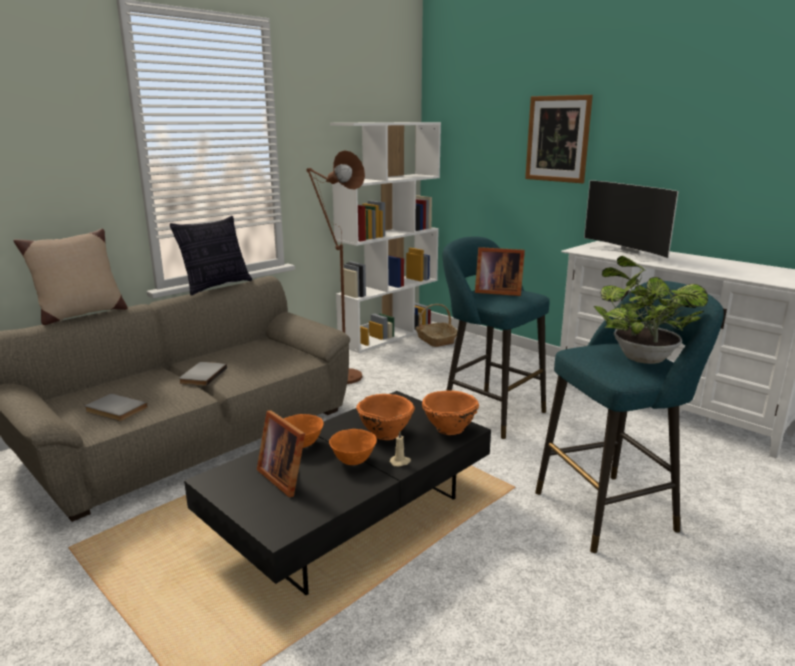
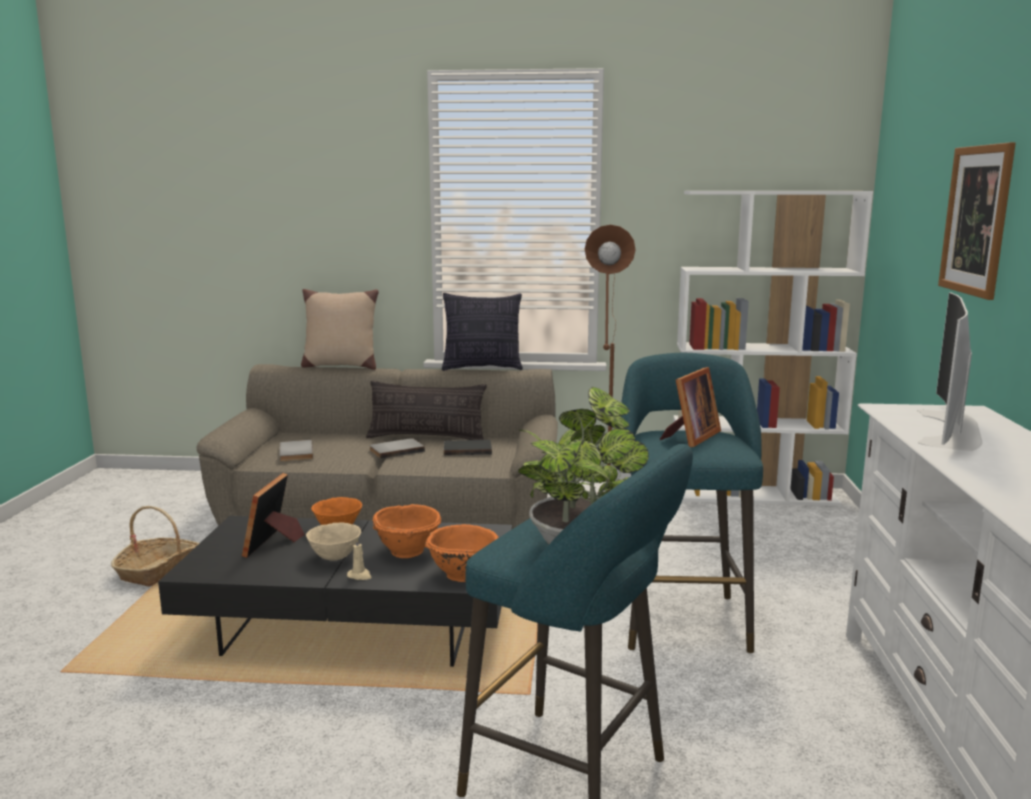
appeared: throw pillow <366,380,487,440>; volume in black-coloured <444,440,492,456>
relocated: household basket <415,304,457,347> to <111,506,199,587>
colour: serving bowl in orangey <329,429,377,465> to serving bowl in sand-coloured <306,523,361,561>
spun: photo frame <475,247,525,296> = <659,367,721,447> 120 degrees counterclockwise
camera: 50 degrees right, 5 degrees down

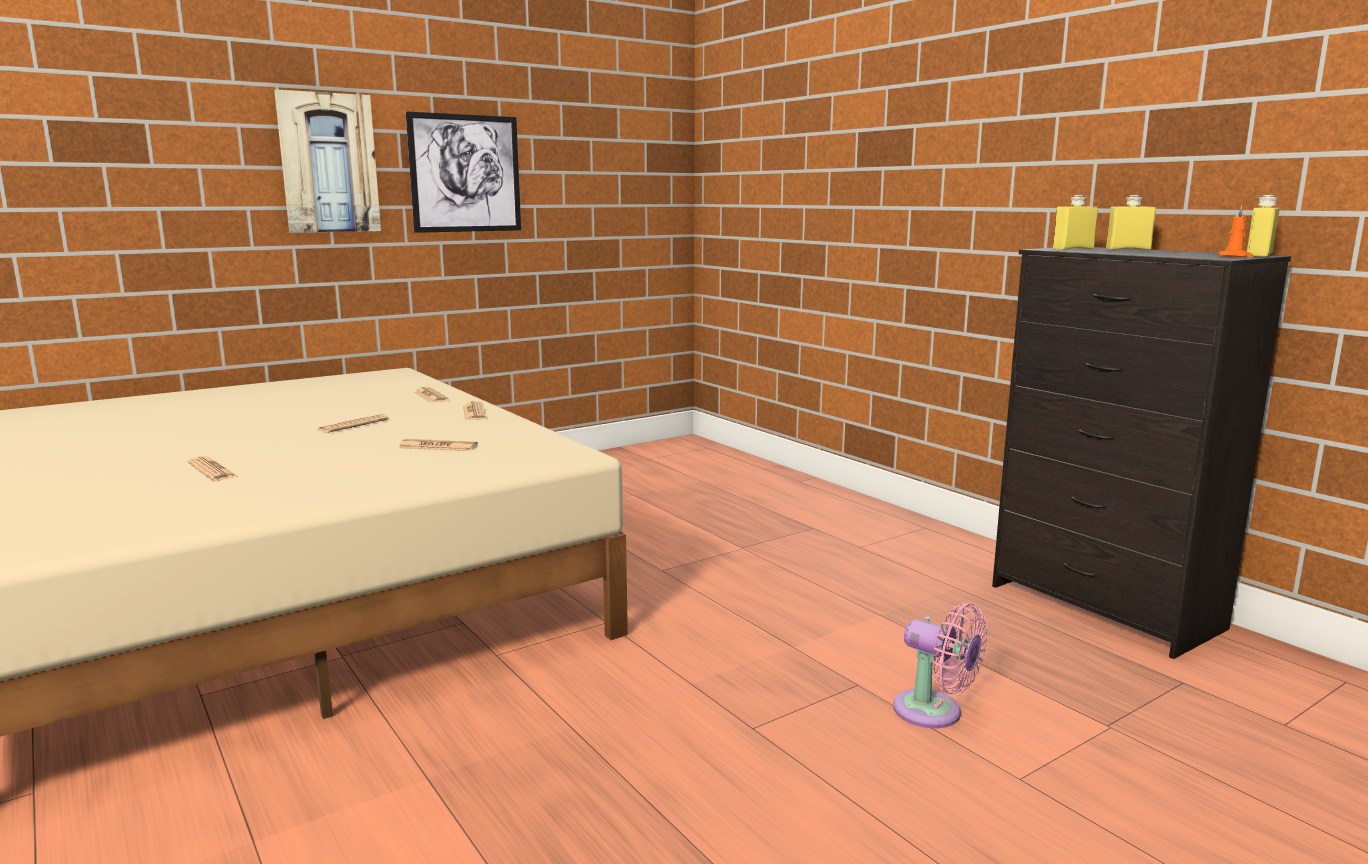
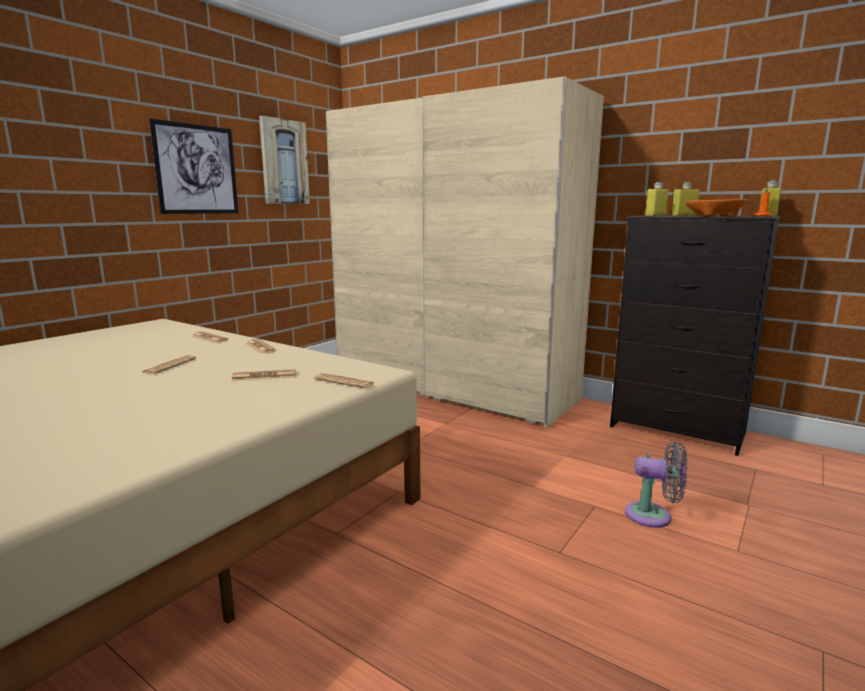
appeared: armoire in sand-coloured <326,76,604,428>; serving bowl in orangey <685,199,747,216>
relocated: daily paper <187,456,238,481> to <314,373,374,388>; picture <274,90,381,233> to <259,116,310,204>
colour: electric fan in pink <893,603,987,728> to electric fan in gray <625,442,687,528>
camera: 20 degrees left, 0 degrees up

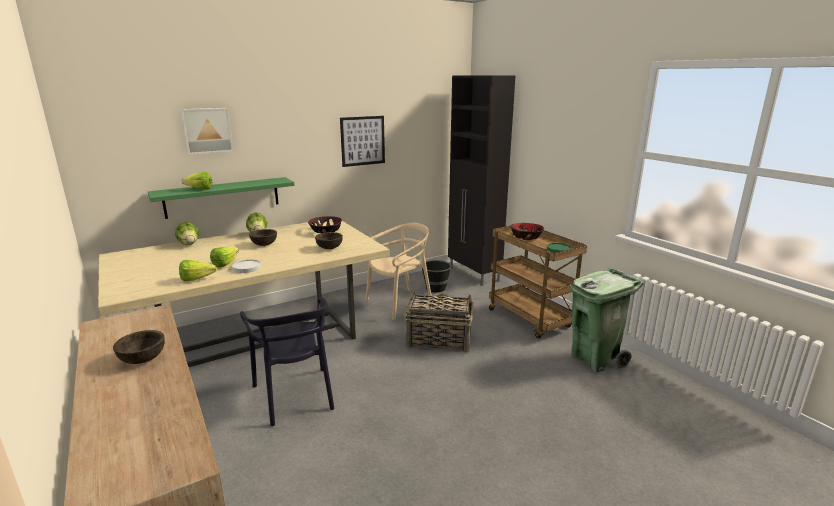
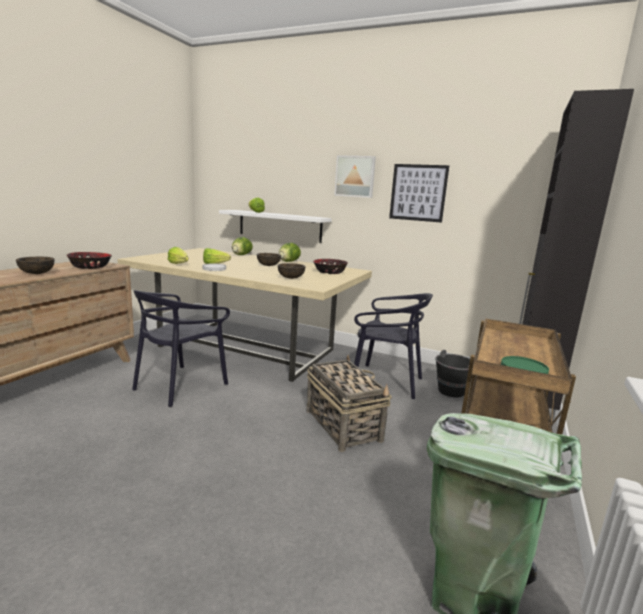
relocated: picture <180,108,233,155> to <334,155,376,198>; serving bowl <510,223,544,240> to <67,252,112,269>
colour: shelf in green-coloured <148,177,295,219> to shelf in white-coloured <219,210,332,243>; plain chair in sand-coloured <365,223,431,320> to plain chair in black-coloured <354,293,433,399>
camera: 55 degrees right, 5 degrees down

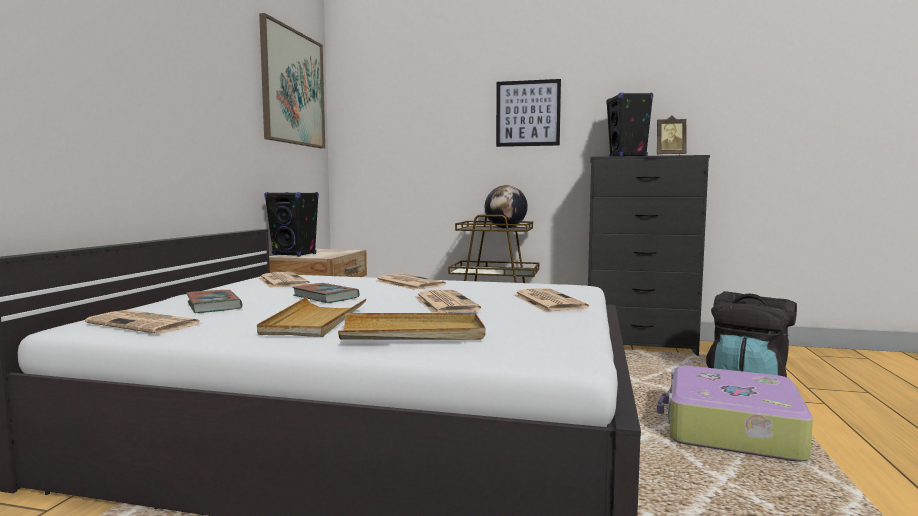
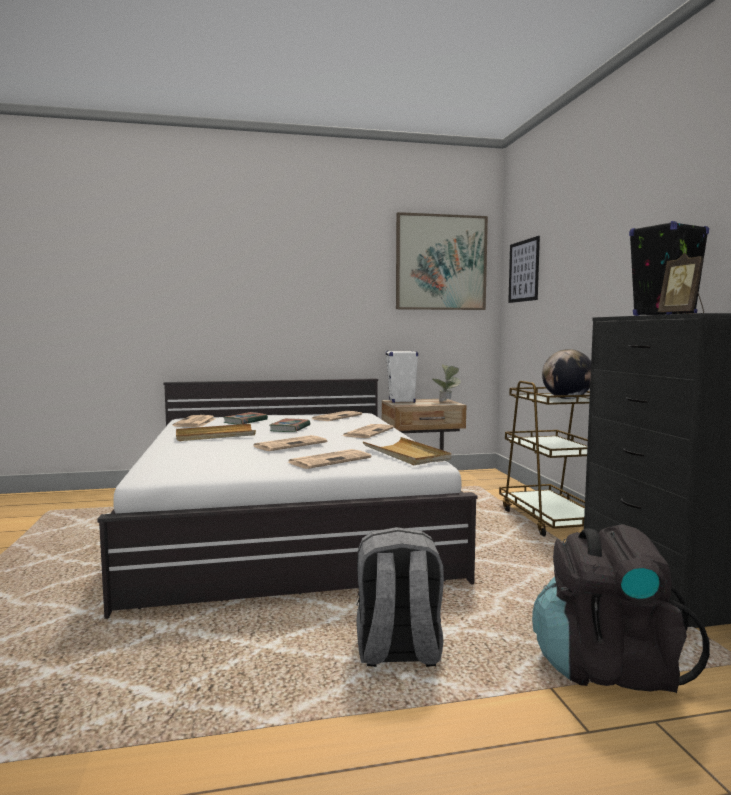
appeared: plant in a pot <432,364,461,402>
relocated: tray in sand-coloured <338,313,485,340> to <363,437,451,465>; picture <496,79,561,147> to <508,236,540,303>
exchanged: suitcase <657,366,813,462> to knapsack in gray <356,527,444,667>
colour: speaker in black-coloured <264,192,319,257> to speaker in white-coloured <386,351,418,403>
camera: 65 degrees right, 0 degrees up

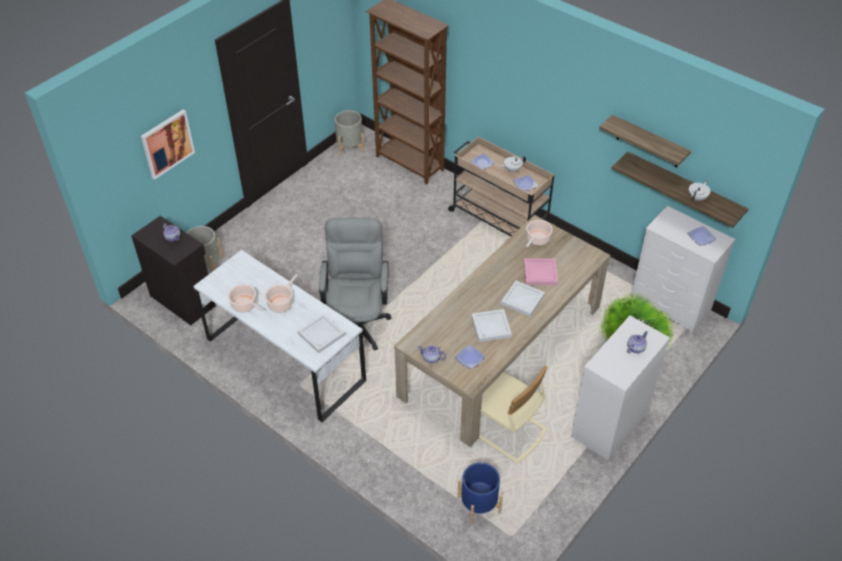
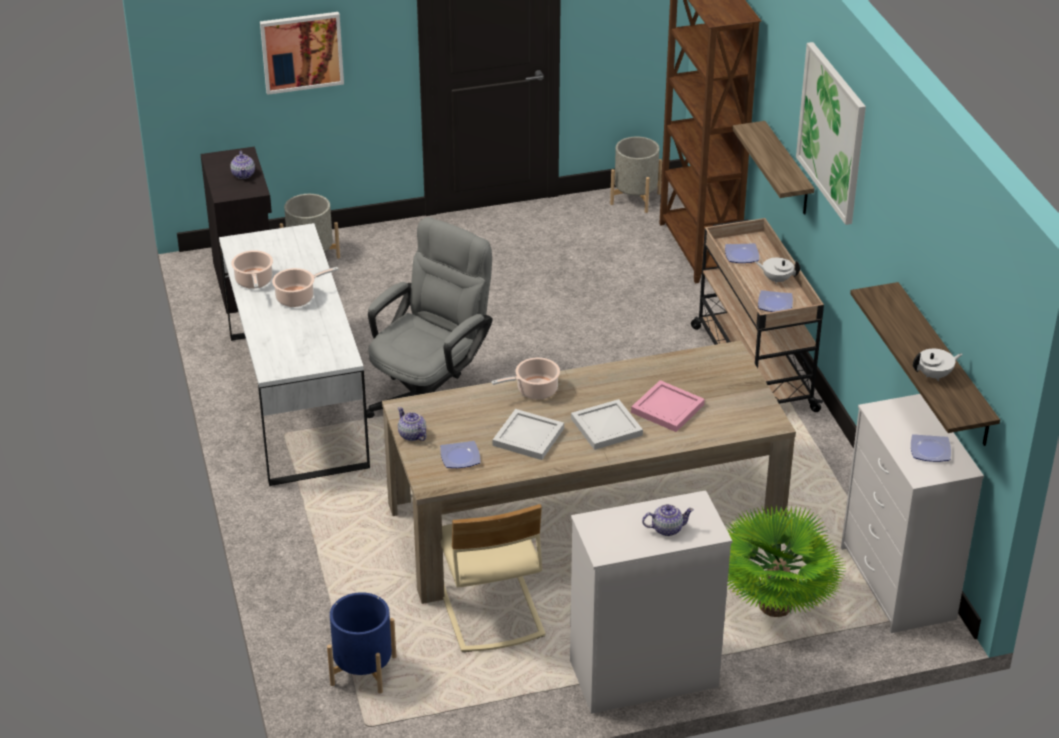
missing: tray in white-coloured <298,314,345,353>
appeared: picture <796,42,866,225>
relocated: cooking pot <526,220,553,247> to <491,357,560,400>; shelf <599,115,691,168> to <732,121,814,215>
camera: 35 degrees right, 10 degrees down

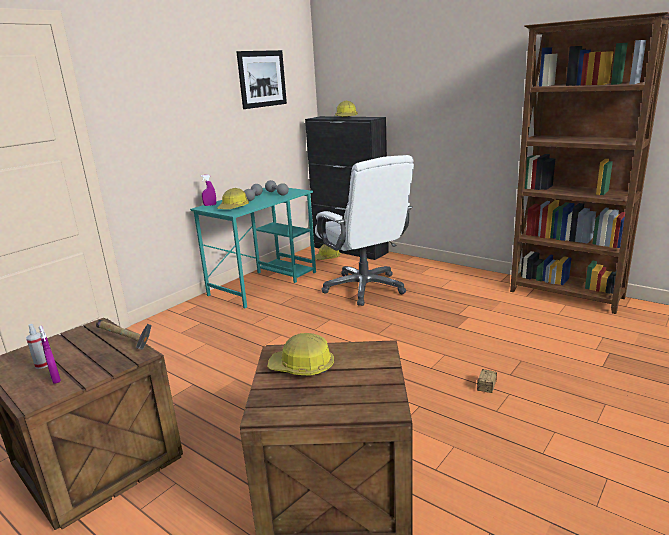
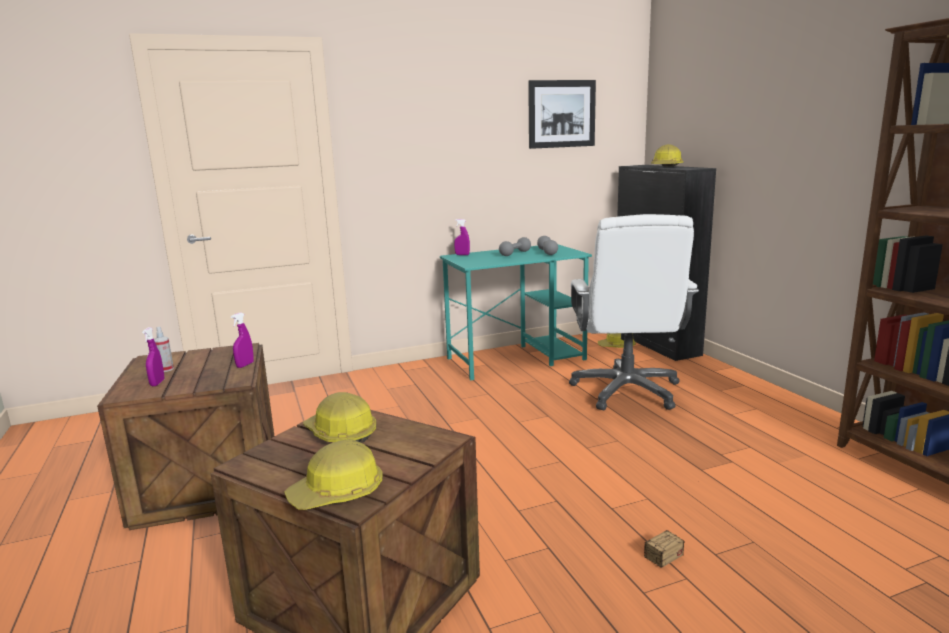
relocated: hard hat <217,188,249,209> to <284,439,383,510>
exchanged: hammer <96,320,152,350> to spray bottle in purple <231,312,254,368>
camera: 30 degrees right, 5 degrees down

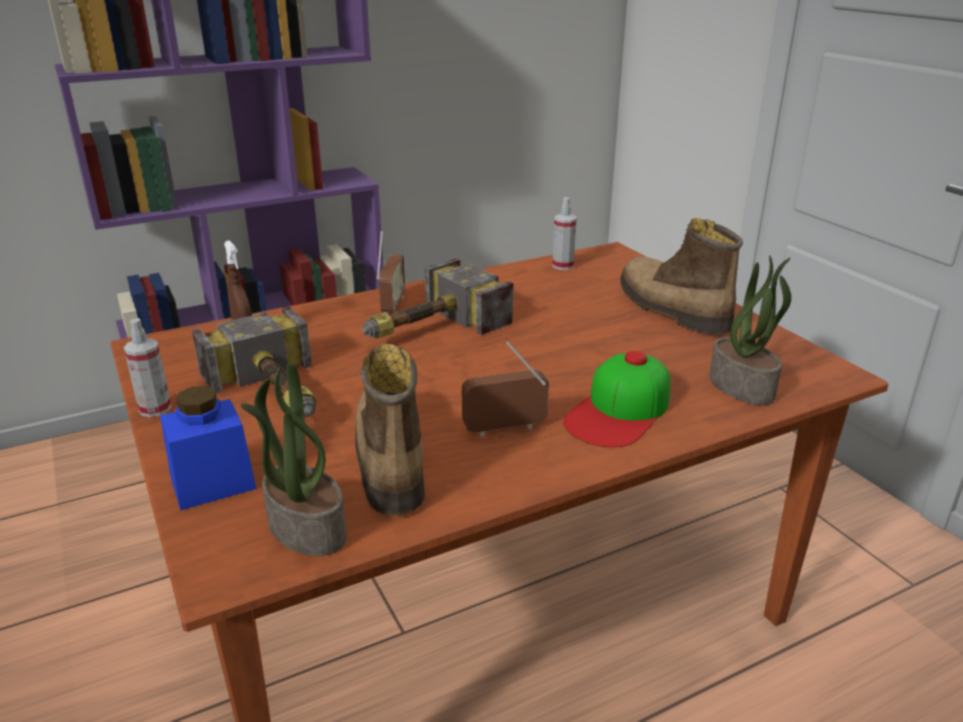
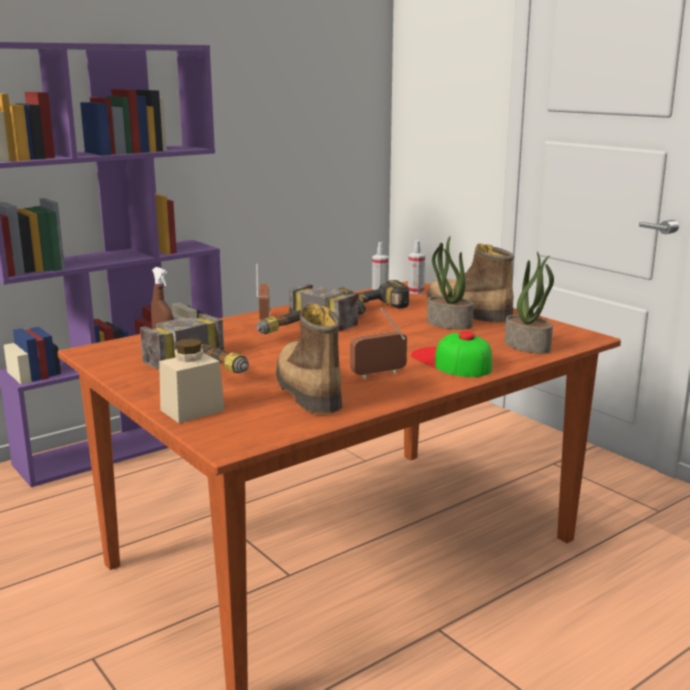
appeared: drill <338,280,409,314>
relocated: spray bottle <124,318,172,417> to <408,240,425,294>; plant in a pot <240,363,347,556> to <427,236,474,330>
colour: jar in bluish <160,386,257,510> to jar in sand-coloured <159,339,225,423>
spun: cap <563,351,670,447> = <411,331,492,377> 120 degrees clockwise
camera: 10 degrees left, 10 degrees down

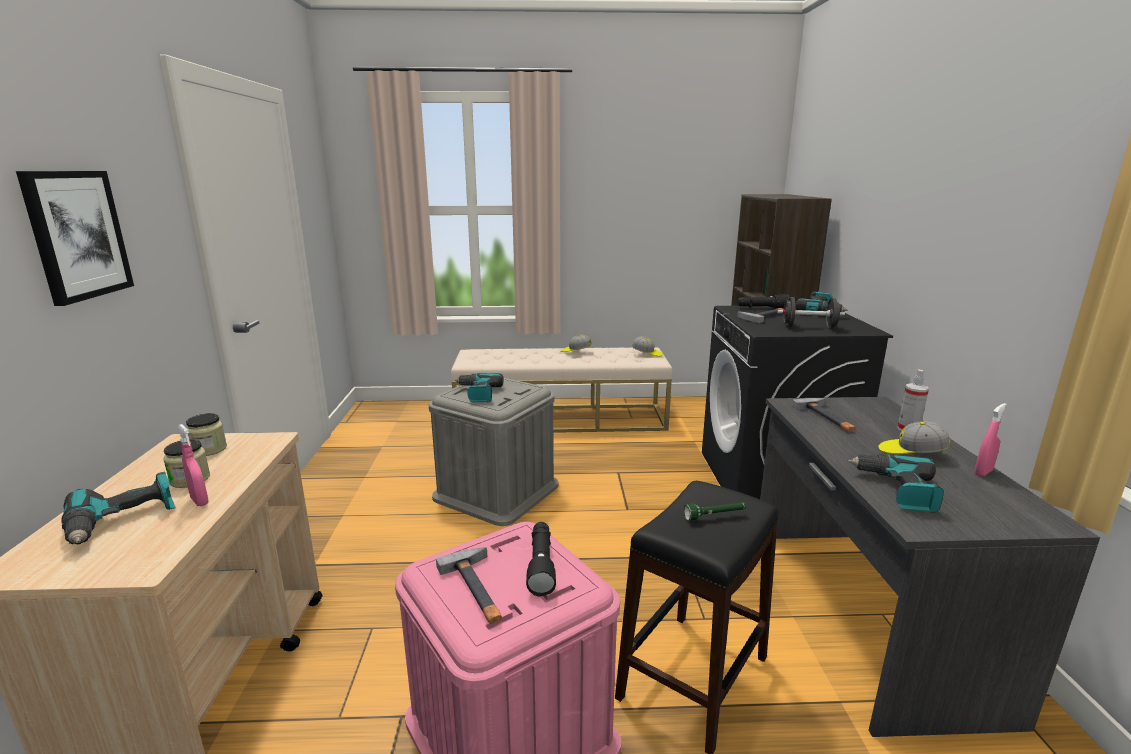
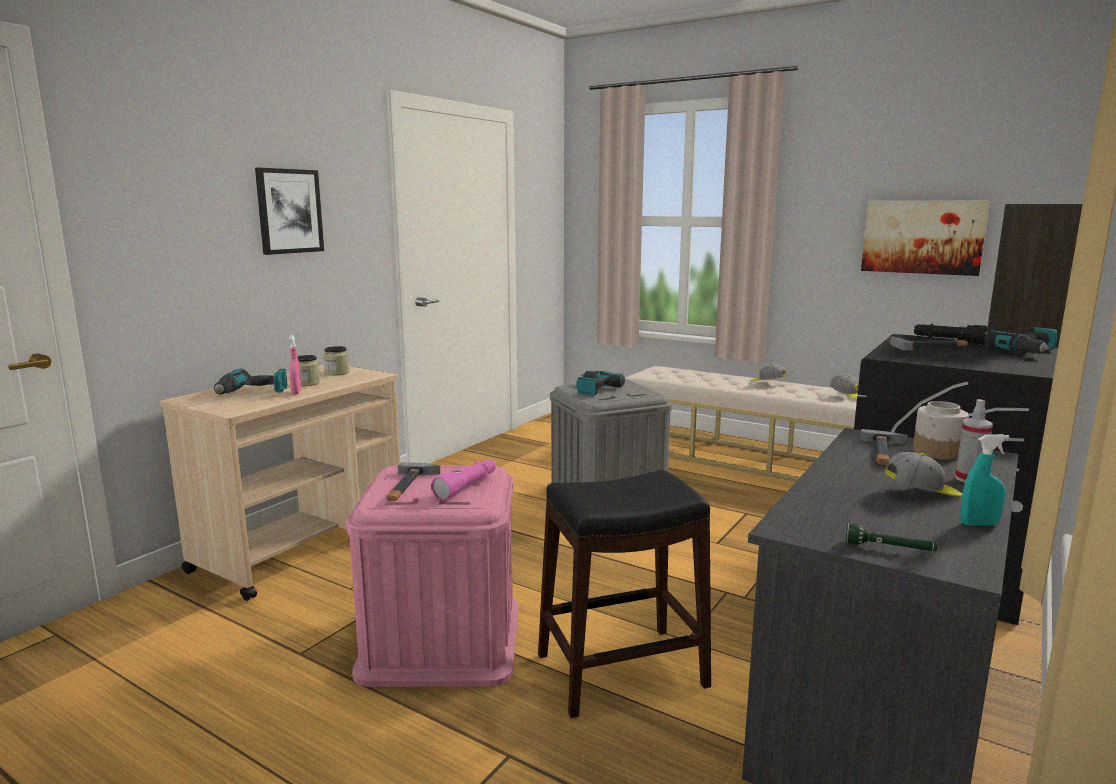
missing: hand weight in black-coloured <777,297,845,329>; drill <848,454,944,513>
appeared: picture <861,201,990,276>; jar <913,401,969,460>
relocated: torch in green-coloured <684,502,746,521> to <845,523,937,551>
colour: torch in black-coloured <526,522,556,597> to torch in pink <431,459,496,501>; spray bottle in pink <974,403,1007,476> to spray bottle in turquoise-coloured <960,434,1009,526>
spun: cap <878,421,951,454> = <884,452,962,497> 120 degrees clockwise
camera: 35 degrees right, 5 degrees down

